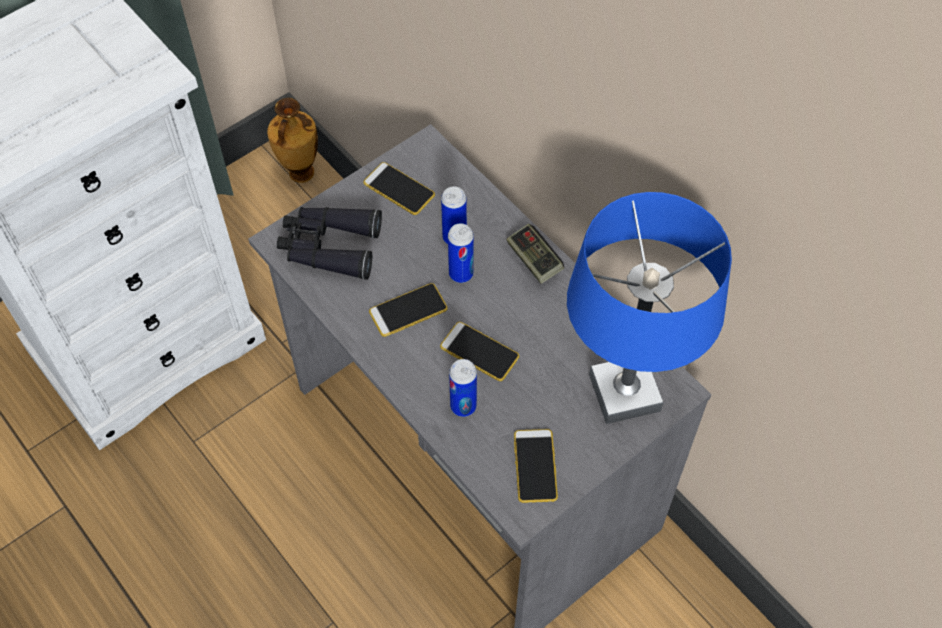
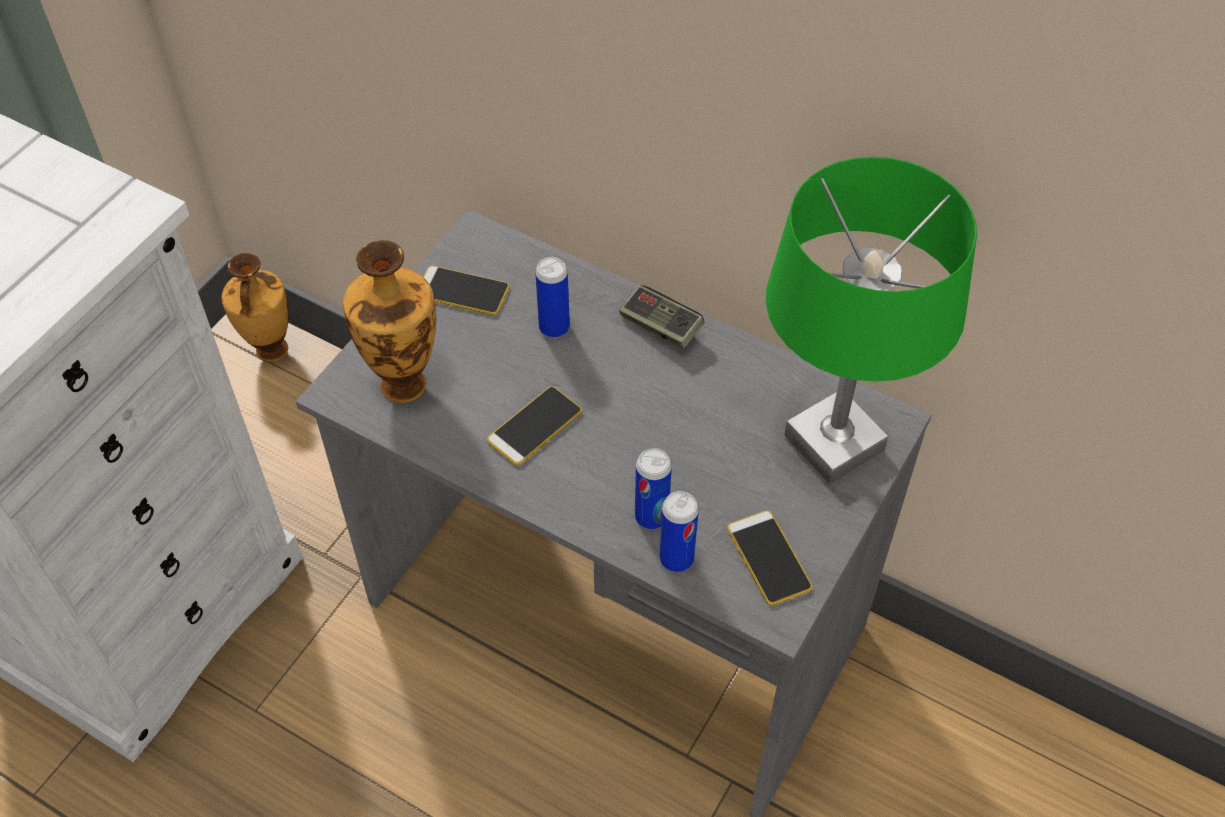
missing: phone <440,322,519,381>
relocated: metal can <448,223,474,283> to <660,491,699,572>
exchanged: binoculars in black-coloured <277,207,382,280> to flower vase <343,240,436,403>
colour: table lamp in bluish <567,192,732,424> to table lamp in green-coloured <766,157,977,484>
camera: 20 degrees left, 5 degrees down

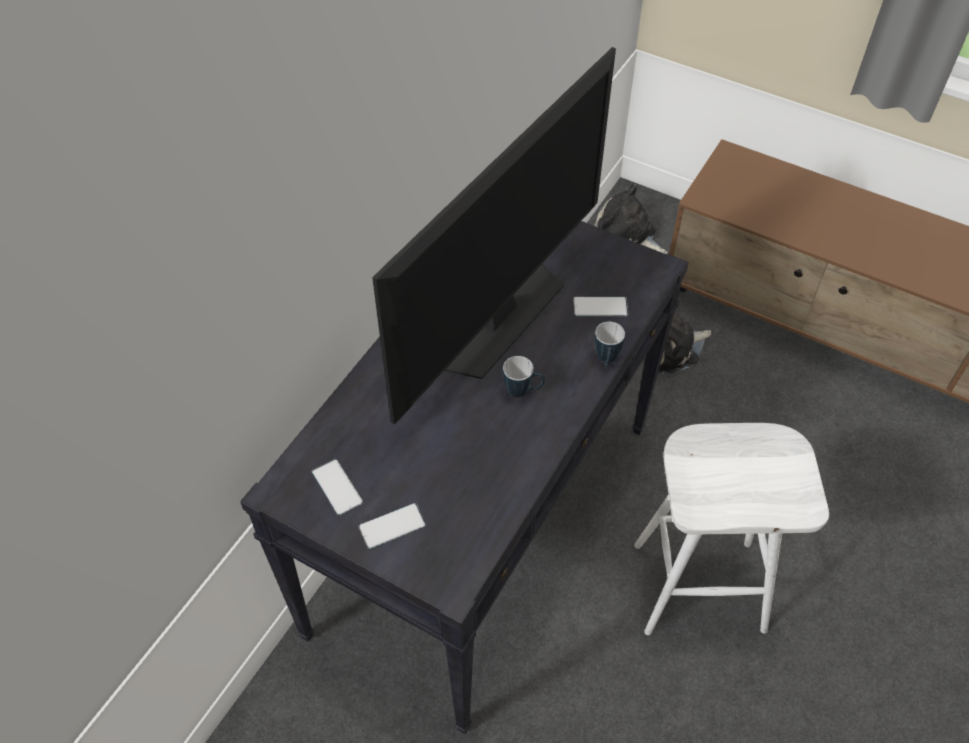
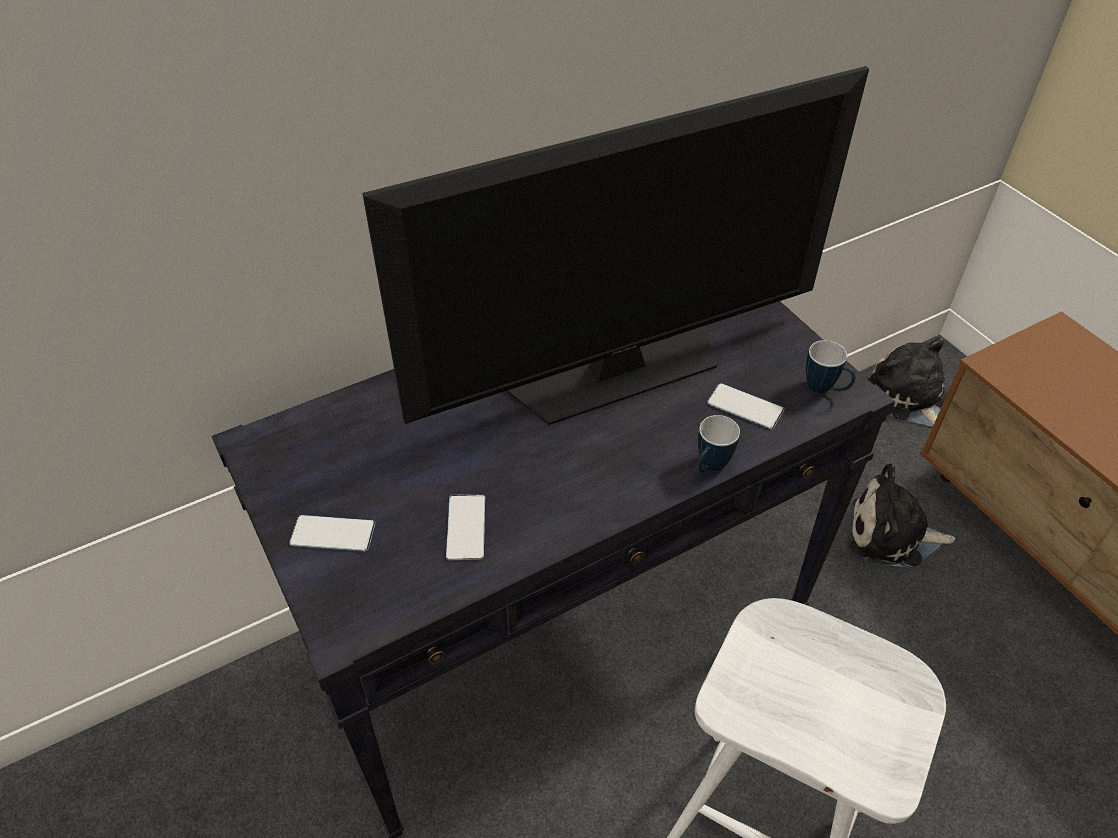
relocated: phone <312,459,363,515> to <446,494,485,560>; mug <503,356,545,397> to <806,340,855,393>
camera: 30 degrees right, 5 degrees down

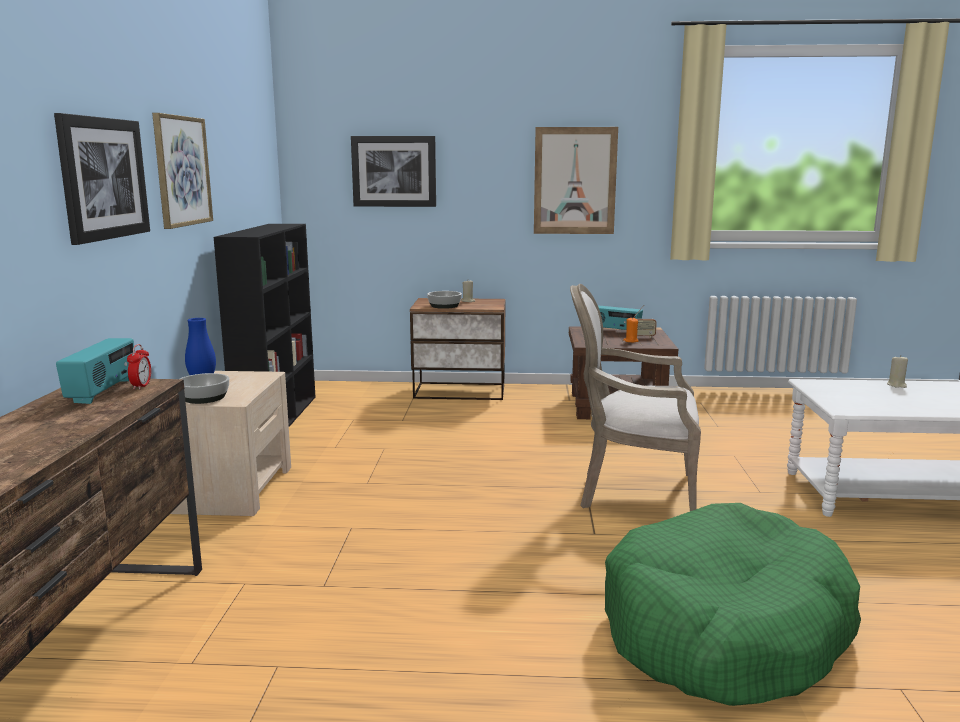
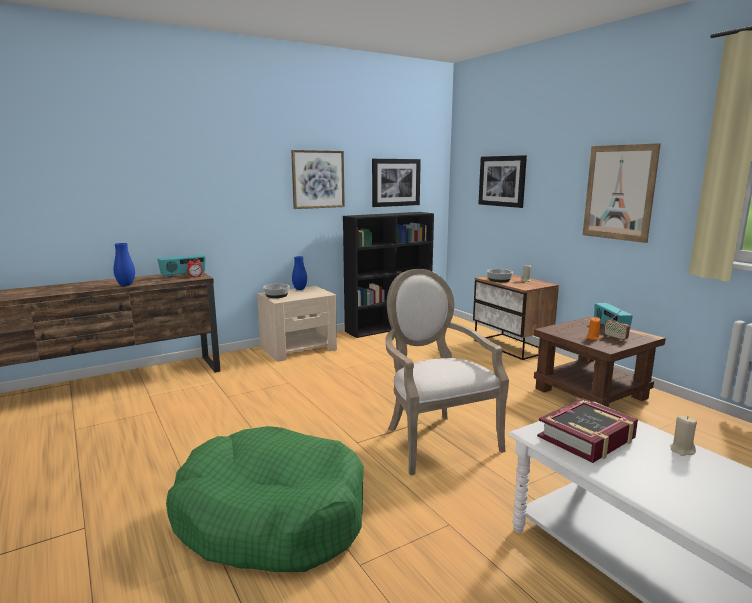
appeared: flower vase in bluish <113,243,135,286>; volume <537,398,638,463>
relocated: picture <54,113,150,245> to <372,159,421,207>
camera: 55 degrees right, 0 degrees up

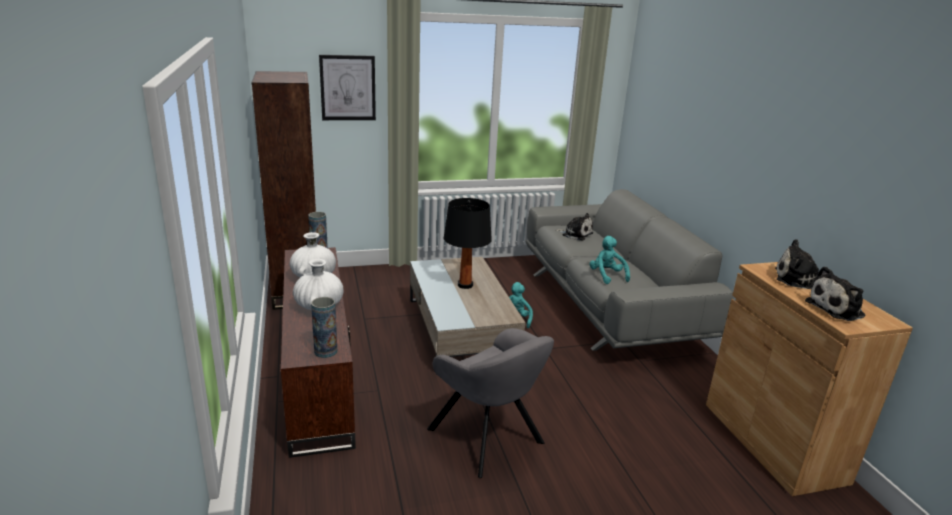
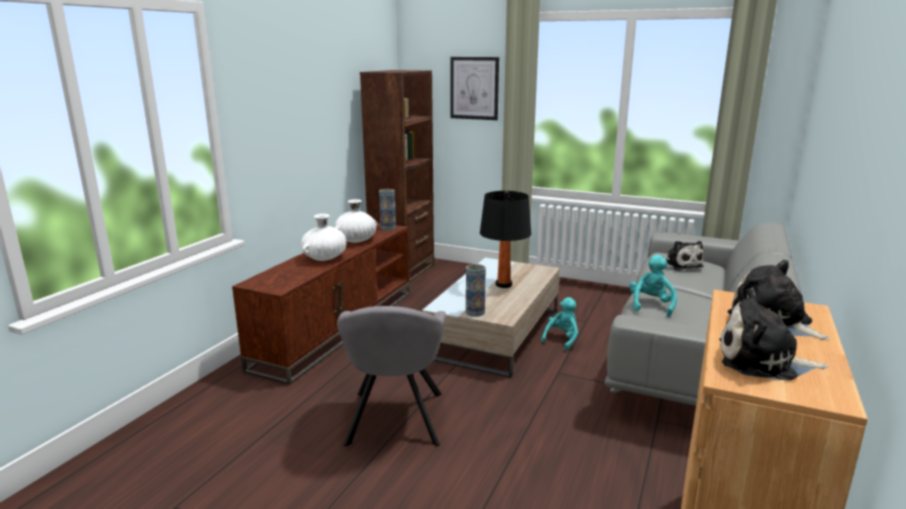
relocated: flower vase <311,297,337,358> to <466,264,486,317>
camera: 40 degrees right, 5 degrees down

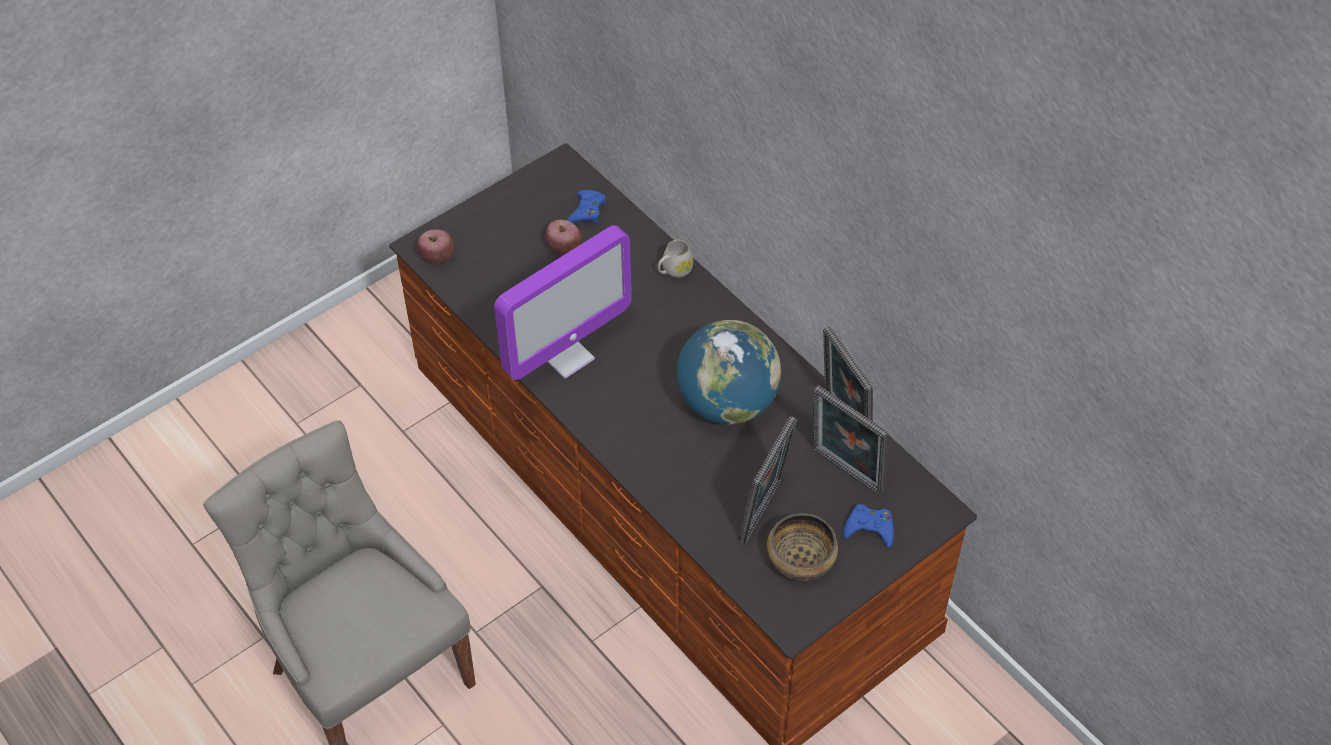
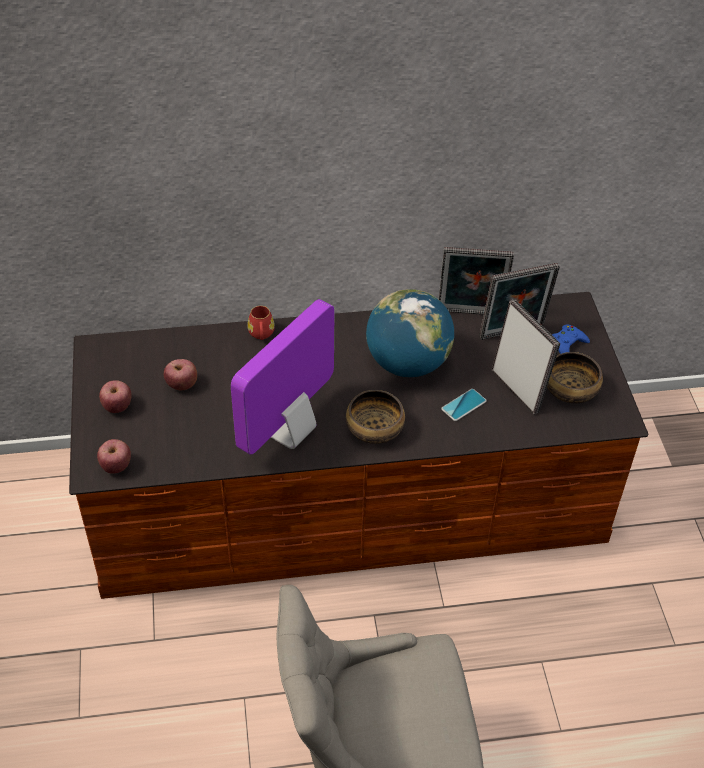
missing: gamepad in bluish <566,190,606,223>
appeared: whole apple <99,380,132,413>; serving bowl <346,390,405,444>; phone <441,389,487,421>
colour: mug in white-coloured <658,240,693,278> to mug in red-coloured <247,306,275,340>
spun: monitor <494,225,631,380> = <231,299,334,454> 135 degrees counterclockwise
camera: 60 degrees left, 5 degrees down

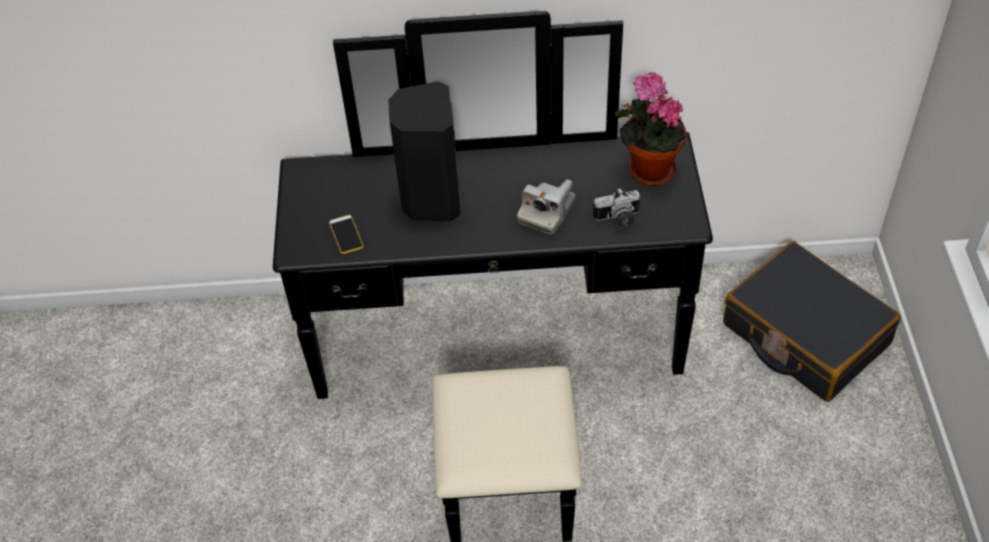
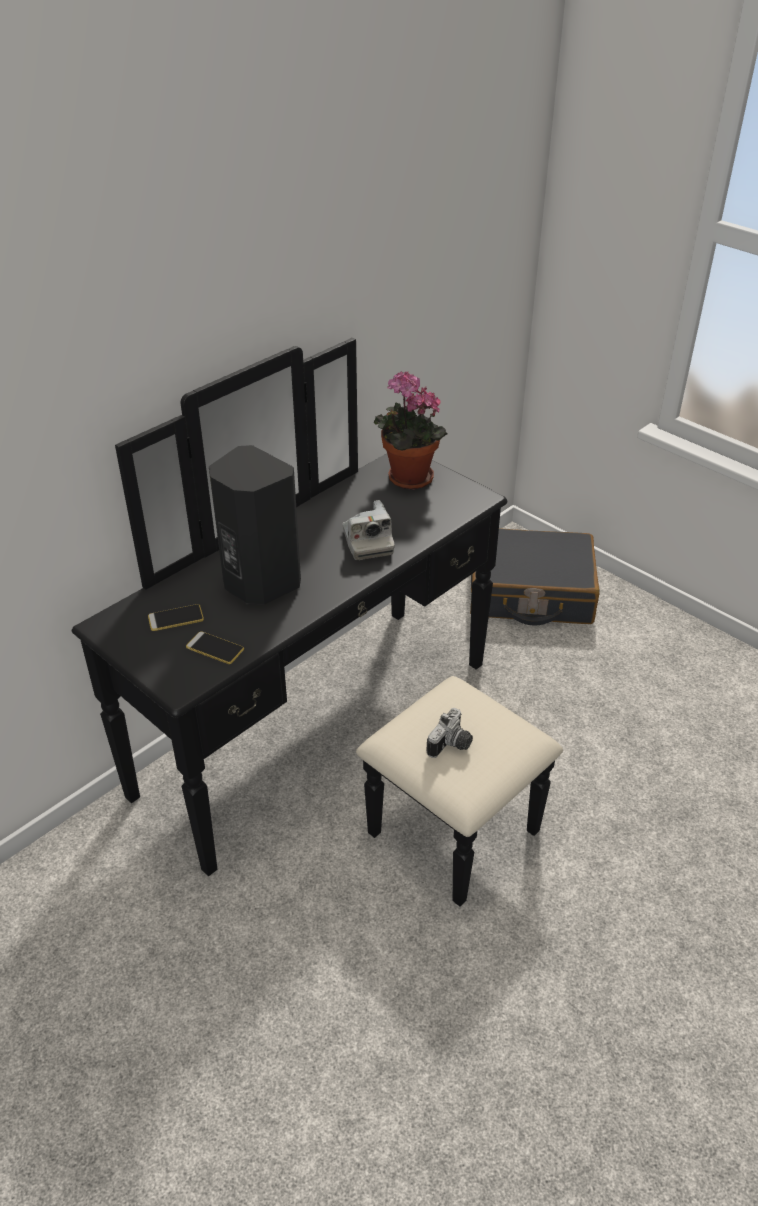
appeared: phone <148,604,204,631>
relocated: photo camera <593,188,640,229> to <427,708,473,758>
camera: 45 degrees left, 10 degrees down

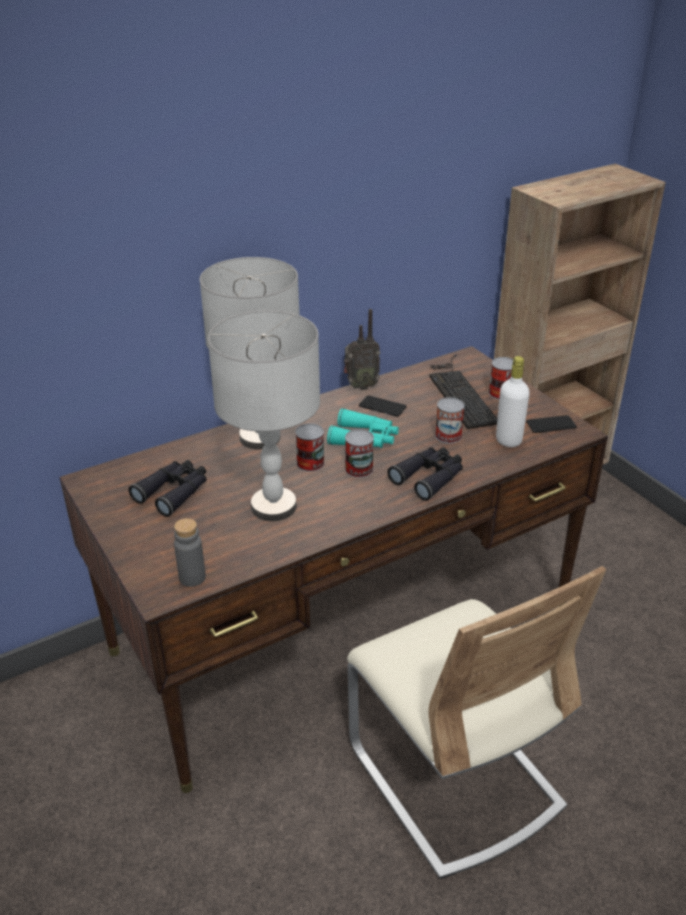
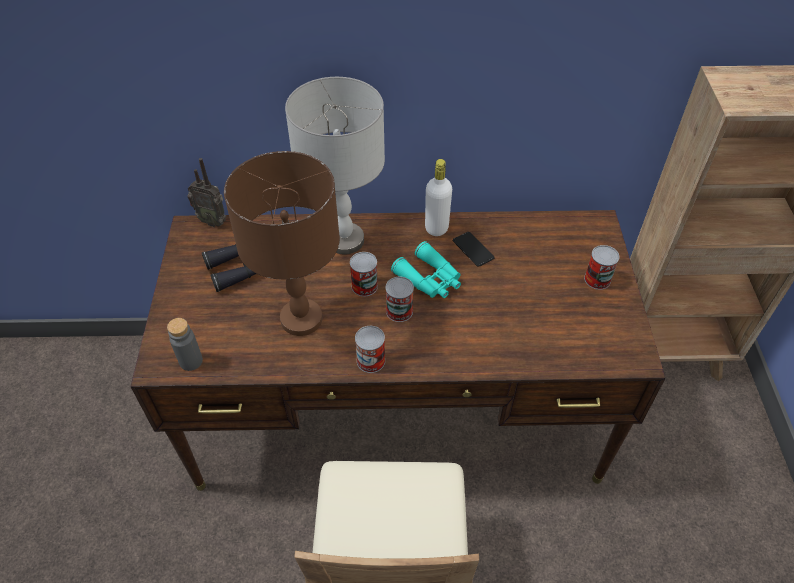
missing: binoculars in black-coloured <388,447,463,501>; computer keyboard <429,354,497,429>; phone <526,415,577,433>
relocated: radio set <344,309,380,390> to <187,158,226,227>; metal can <435,397,465,444> to <355,326,385,373>; bottle in white-coloured <496,356,530,447> to <425,159,452,236>
colour: table lamp in gray <208,310,320,521> to table lamp in brown-coloured <224,151,340,336>
camera: 30 degrees right, 15 degrees up

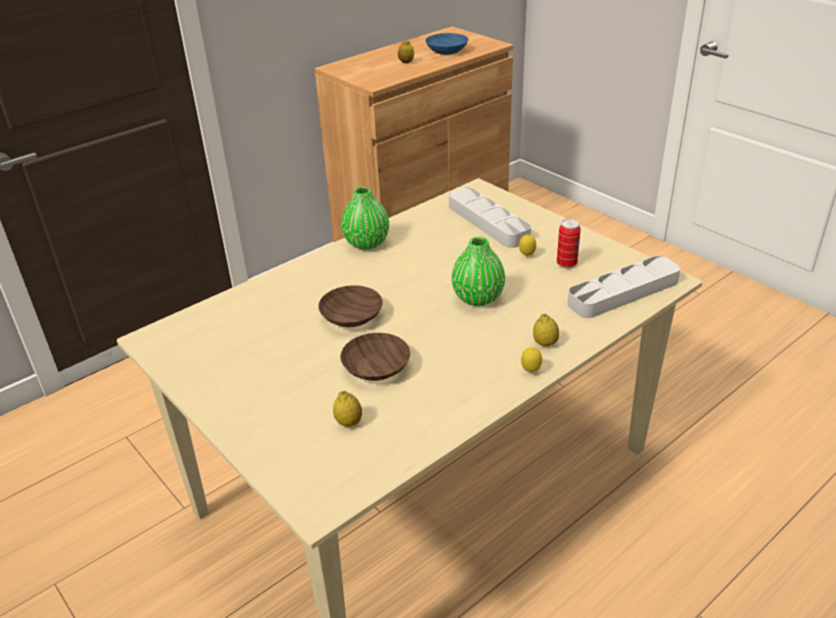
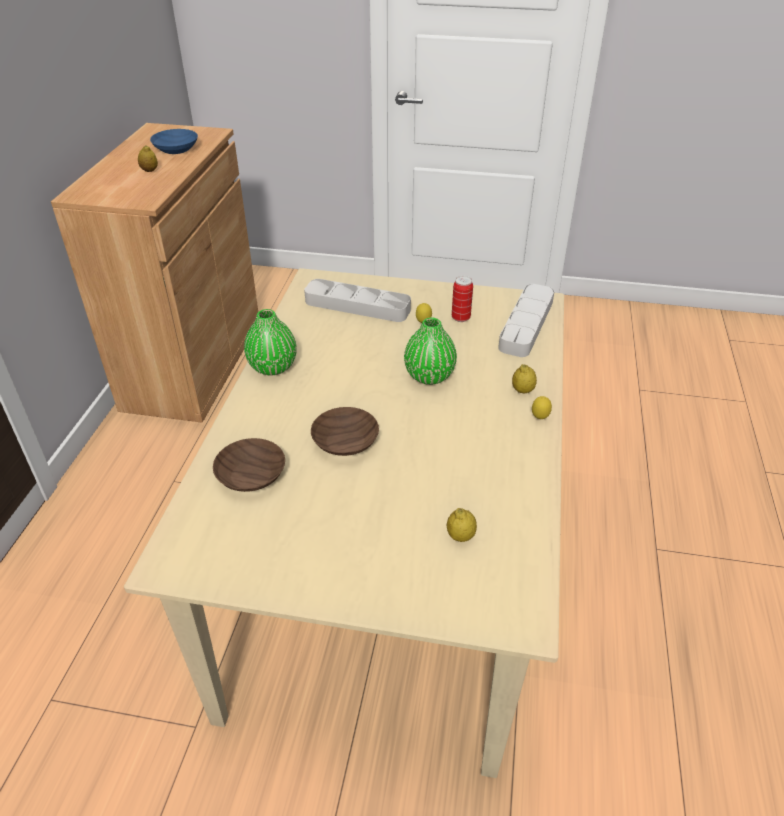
relocated: serving bowl in brown-coloured <340,333,410,381> to <213,438,285,492>
camera: 40 degrees left, 5 degrees up

